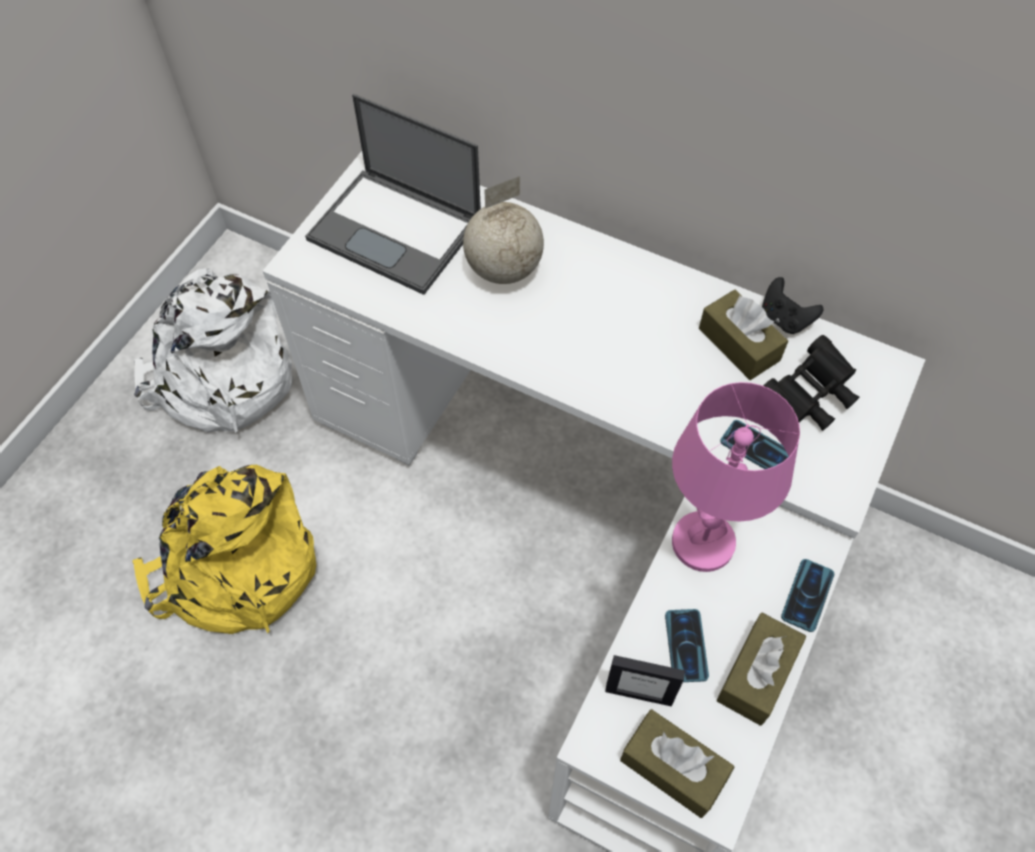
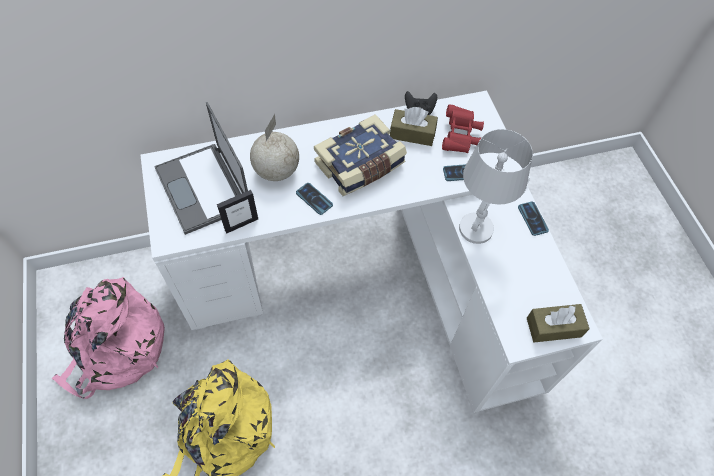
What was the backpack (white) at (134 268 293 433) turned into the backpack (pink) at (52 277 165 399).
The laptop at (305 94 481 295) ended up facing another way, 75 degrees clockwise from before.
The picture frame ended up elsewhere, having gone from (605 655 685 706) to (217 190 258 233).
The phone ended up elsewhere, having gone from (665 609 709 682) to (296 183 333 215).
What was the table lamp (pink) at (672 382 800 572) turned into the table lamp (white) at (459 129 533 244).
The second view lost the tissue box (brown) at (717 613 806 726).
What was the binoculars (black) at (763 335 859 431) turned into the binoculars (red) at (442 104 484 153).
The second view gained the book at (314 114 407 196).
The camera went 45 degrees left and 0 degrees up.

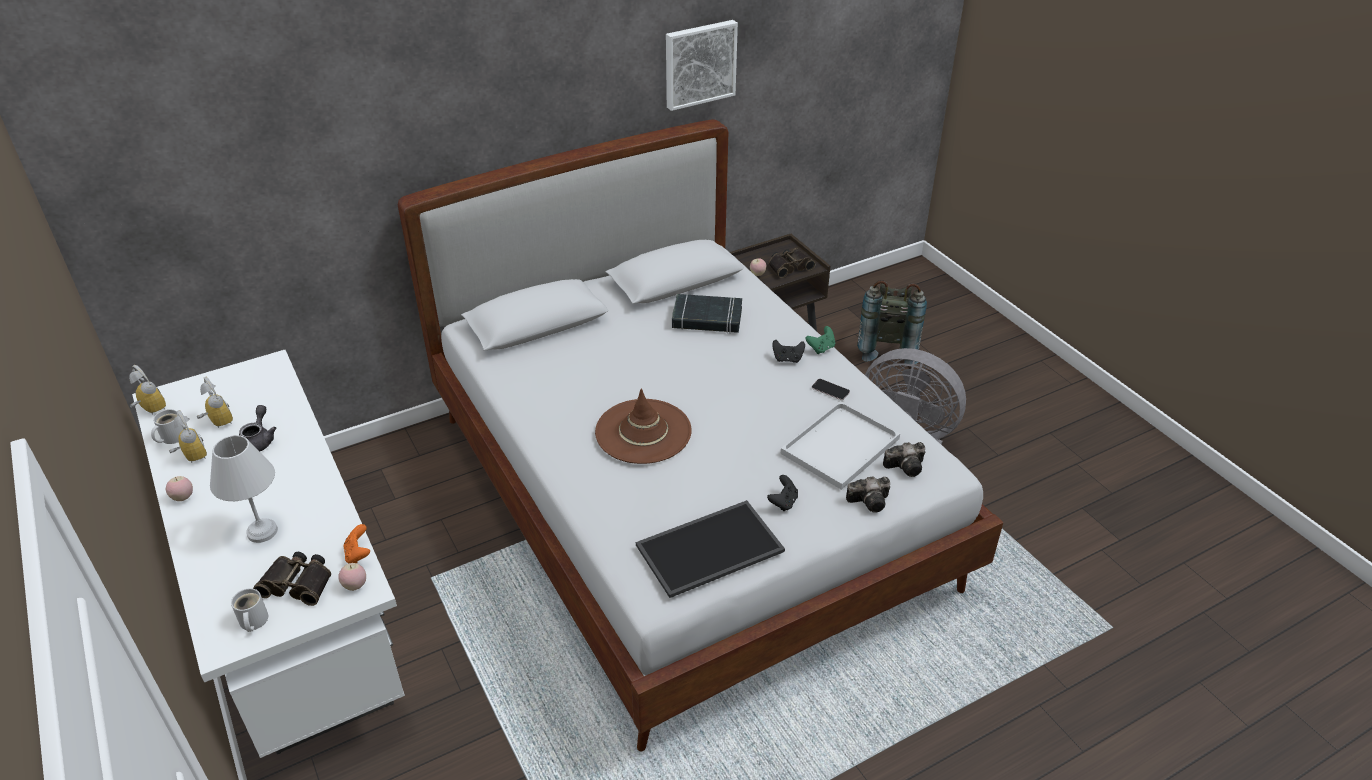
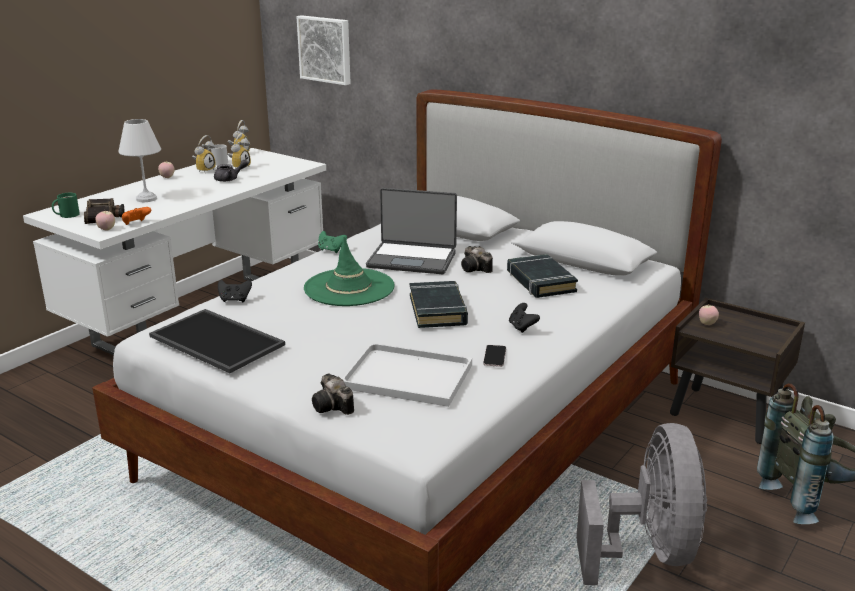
What was the mug (white) at (231 588 268 632) turned into the mug (green) at (52 193 80 218).
What was the hat (brown) at (595 389 692 464) turned into the hat (green) at (304 237 395 306).
The picture ended up elsewhere, having gone from (666 20 738 111) to (296 15 351 85).
The game controller (black) ended up elsewhere, having gone from (767 475 798 511) to (218 280 252 302).
The second view lost the binoculars at (768 248 815 278).
The game controller (green) ended up elsewhere, having gone from (805 326 835 354) to (318 231 347 253).
The photo camera ended up elsewhere, having gone from (883 442 925 477) to (461 246 493 273).
The second view gained the laptop at (366 188 457 274).
The second view gained the book (black) at (410 281 468 328).
The camera went 65 degrees right and 15 degrees down.

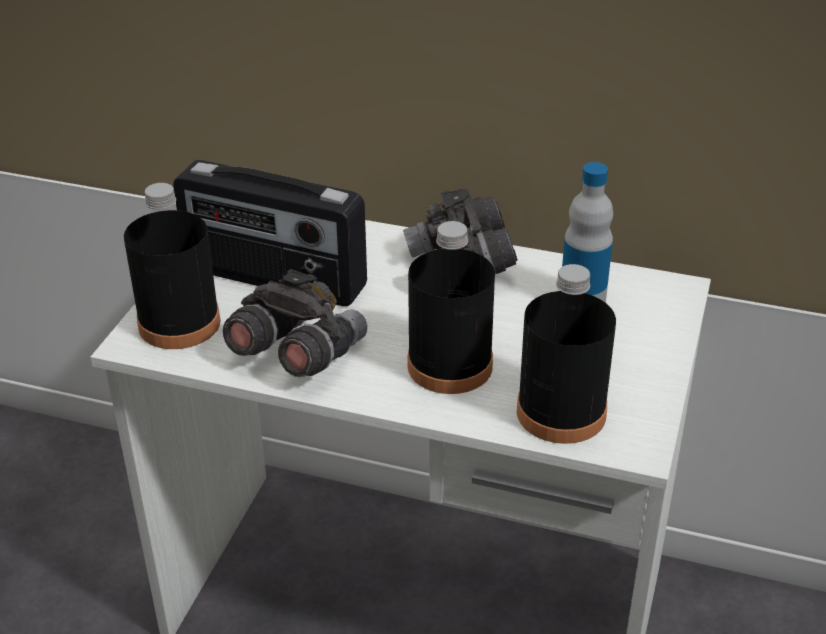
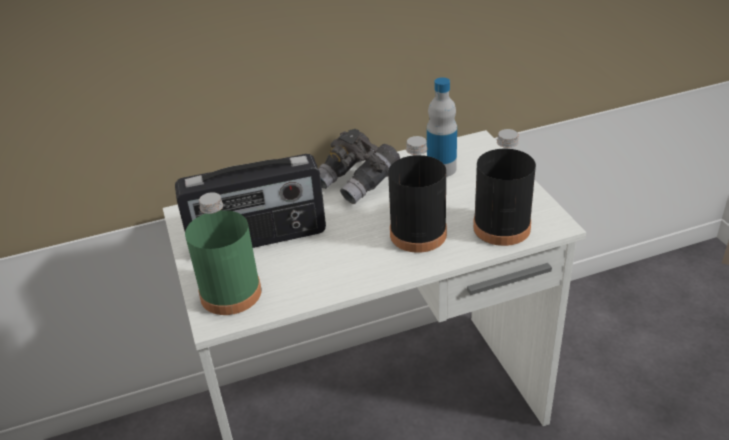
What was the bottle (black) at (124 183 221 349) turned into the bottle (green) at (185 192 261 315).
The second view lost the binoculars (grey) at (223 269 367 377).
The camera went 35 degrees left and 0 degrees up.

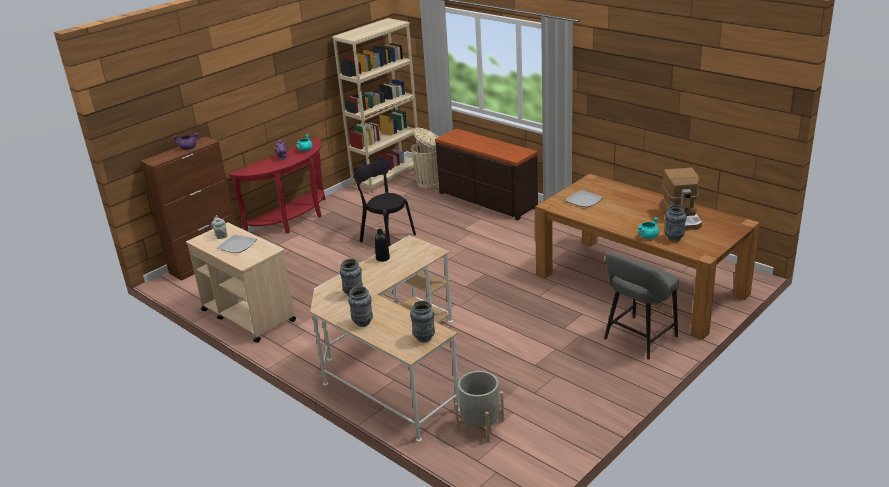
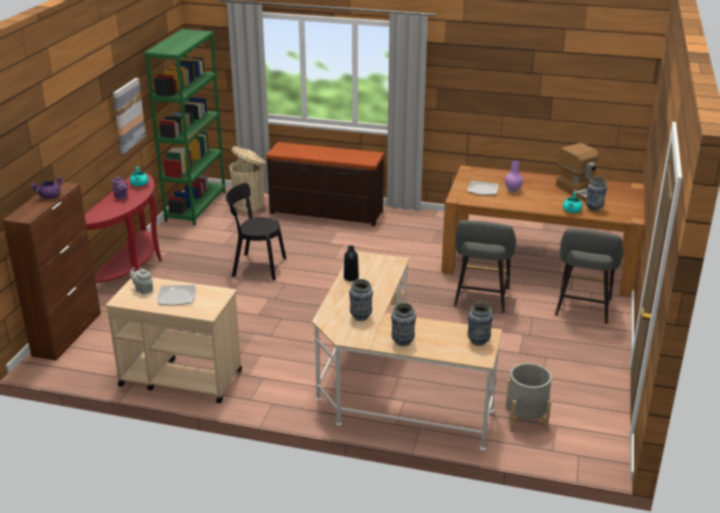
What was the bookcase (beige) at (332 18 419 193) turned into the bookcase (green) at (144 29 226 225).
The second view gained the picture at (113 78 146 154).
The second view gained the stool (grey) at (454 220 516 313).
The second view gained the vase (purple) at (505 160 523 192).
The camera went 30 degrees left and 0 degrees up.

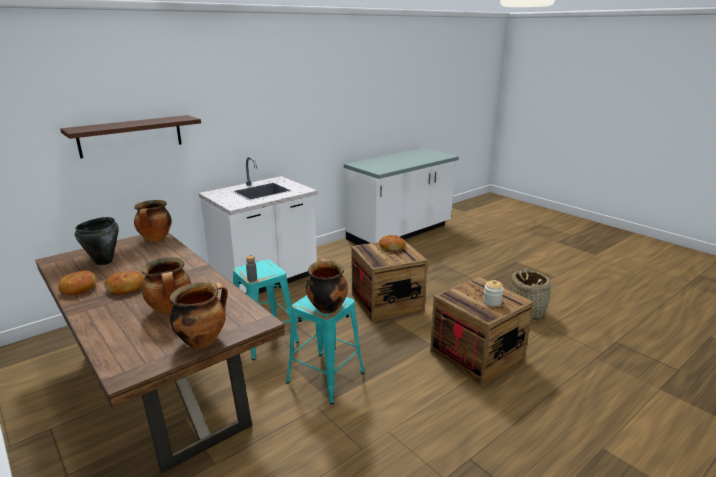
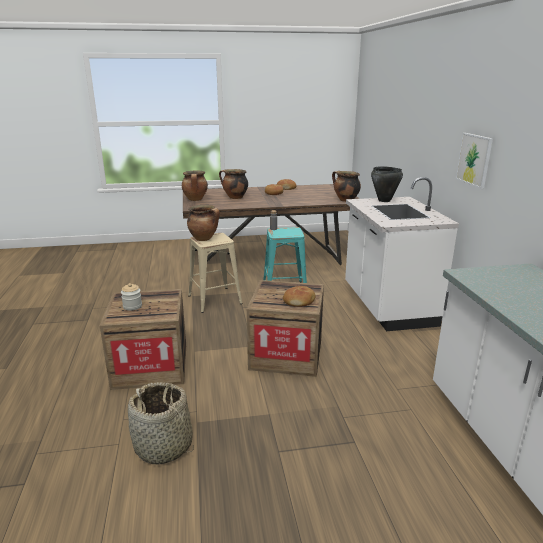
The second view lost the shelf at (60 115 201 158).
The cooking pot (black) ended up elsewhere, having gone from (75 217 119 265) to (371 166 403 202).
What was the stool (turquoise) at (286 295 364 404) turned into the stool (beige) at (188 233 243 313).
The second view gained the picture at (456 133 493 189).
The camera went 120 degrees right and 0 degrees up.

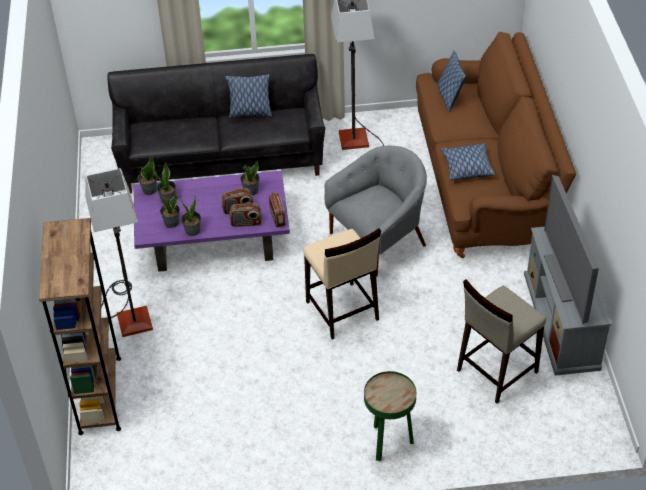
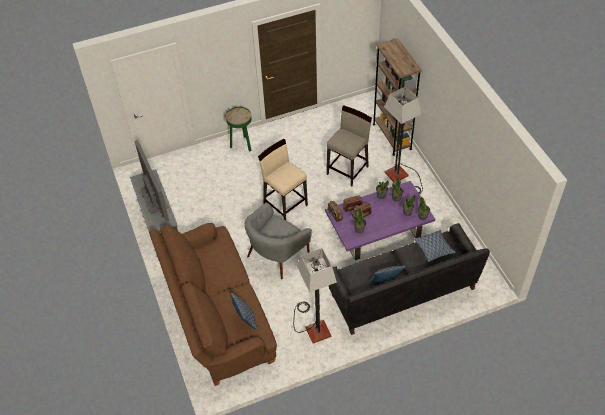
The pillow ended up elsewhere, having gone from (440 143 495 180) to (414 230 456 263).
The stool (beige) ended up elsewhere, having gone from (457 279 546 404) to (327 105 372 186).
The camera went 165 degrees right and 5 degrees up.

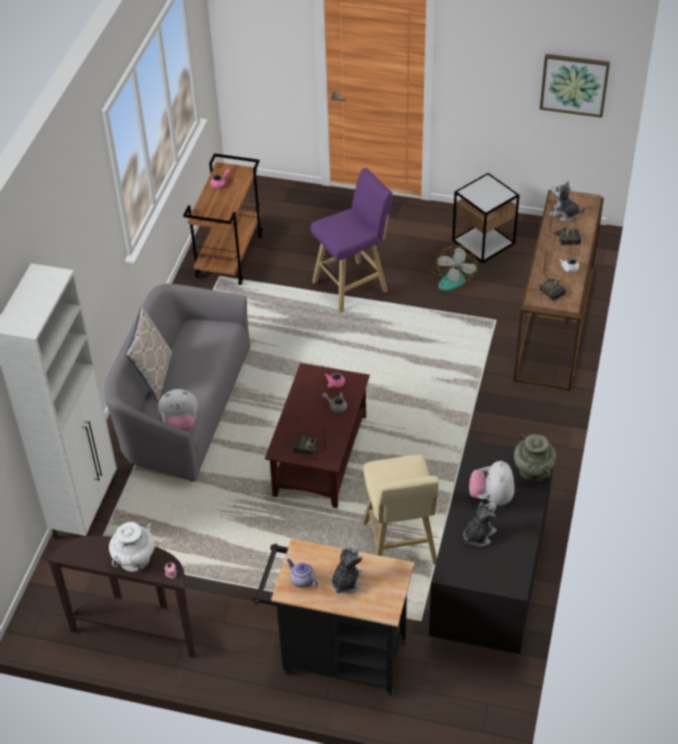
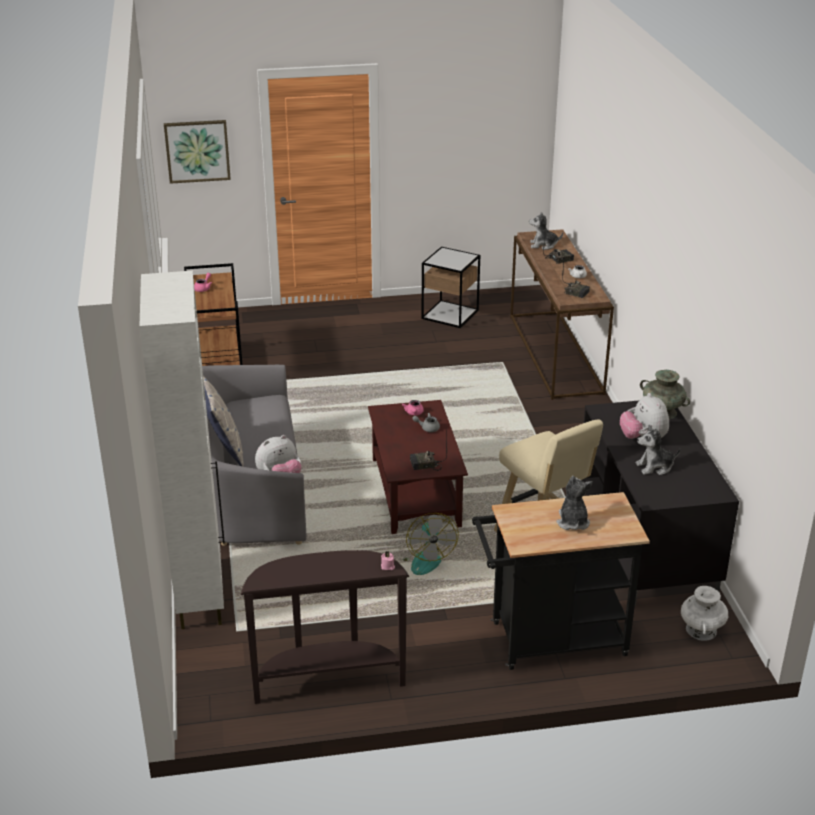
The vase (white) ended up elsewhere, having gone from (109 522 155 572) to (681 586 728 641).
The second view lost the teapot at (287 559 318 588).
The second view lost the stool (purple) at (311 168 393 313).
The fan ended up elsewhere, having gone from (431 246 478 291) to (402 513 458 575).
The plush toy at (464 502 497 547) ended up facing another way, 120 degrees counterclockwise from before.
The picture ended up elsewhere, having gone from (540 54 610 118) to (164 120 231 184).
The camera went 25 degrees left and 15 degrees down.

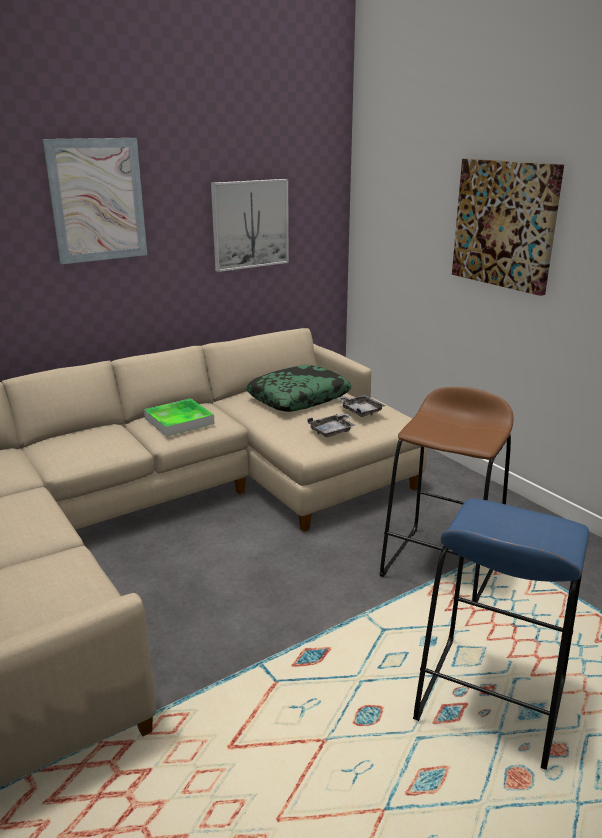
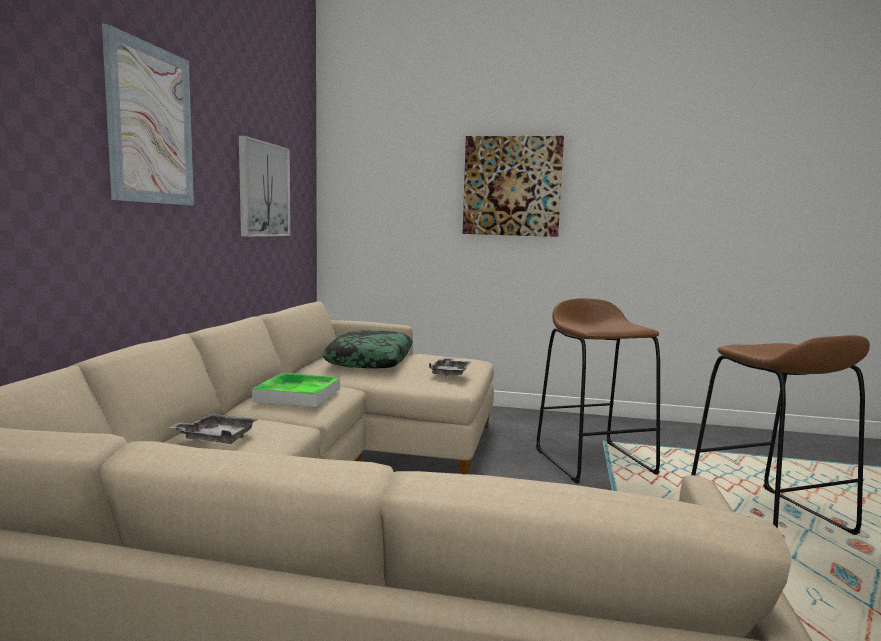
The tray (grey) ended up elsewhere, having gone from (337 395 385 417) to (168 413 258 444).
What was the stool (blue) at (413 499 589 770) turned into the stool (brown) at (691 335 870 535).
The camera went 45 degrees left and 15 degrees down.

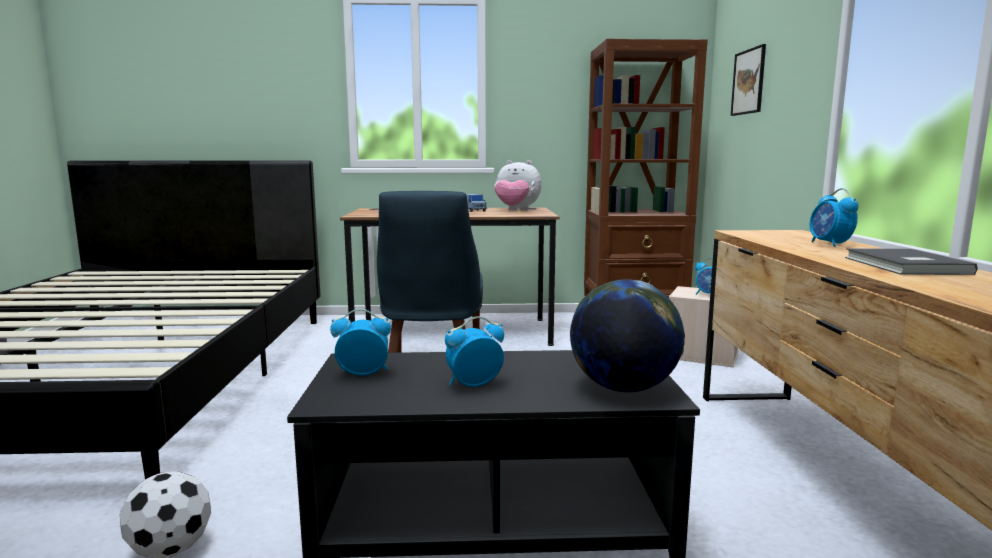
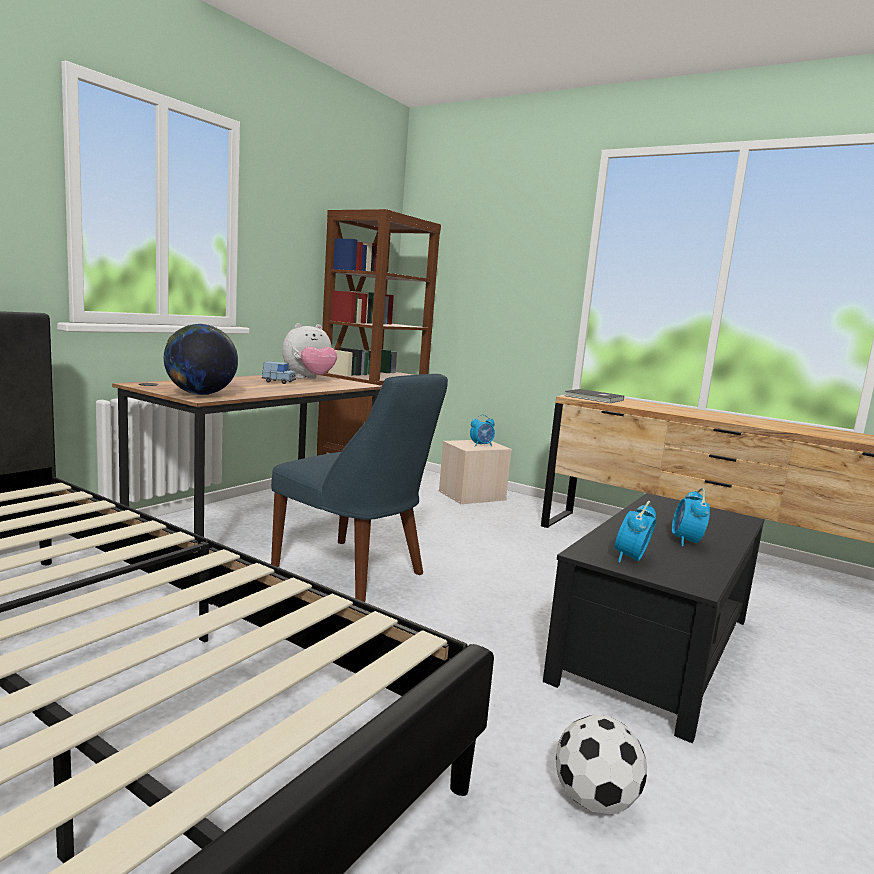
The globe ended up elsewhere, having gone from (570 279 685 392) to (164 324 238 395).
The second view lost the picture at (731 44 766 116).
The second view lost the alarm clock at (810 188 859 247).
The book (grey) ended up elsewhere, having gone from (845 248 978 275) to (565 389 624 403).
The camera went 55 degrees left and 0 degrees up.

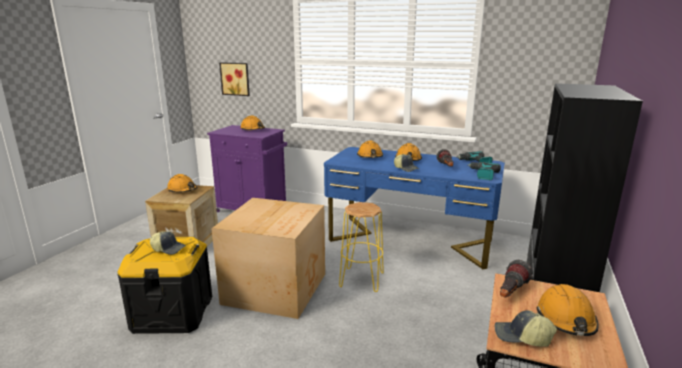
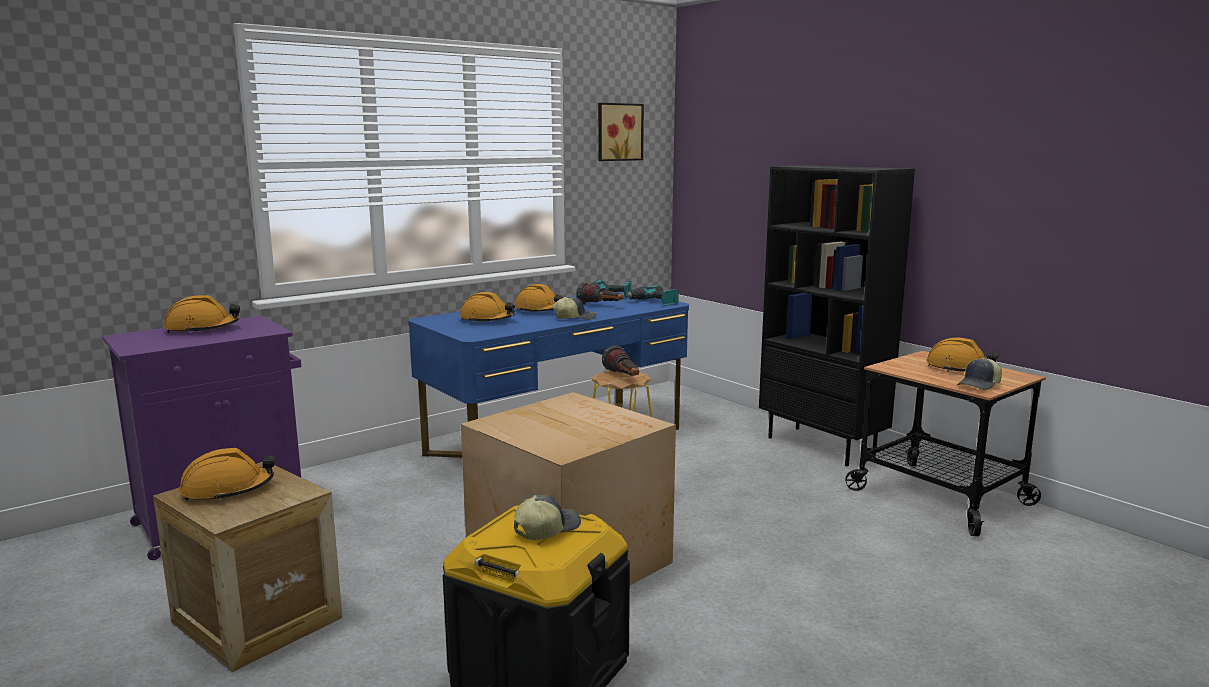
The picture ended up elsewhere, having gone from (219 62 250 96) to (598 103 644 161).
The flashlight ended up elsewhere, having gone from (500 260 533 298) to (602 346 639 376).
The camera went 60 degrees left and 5 degrees down.

